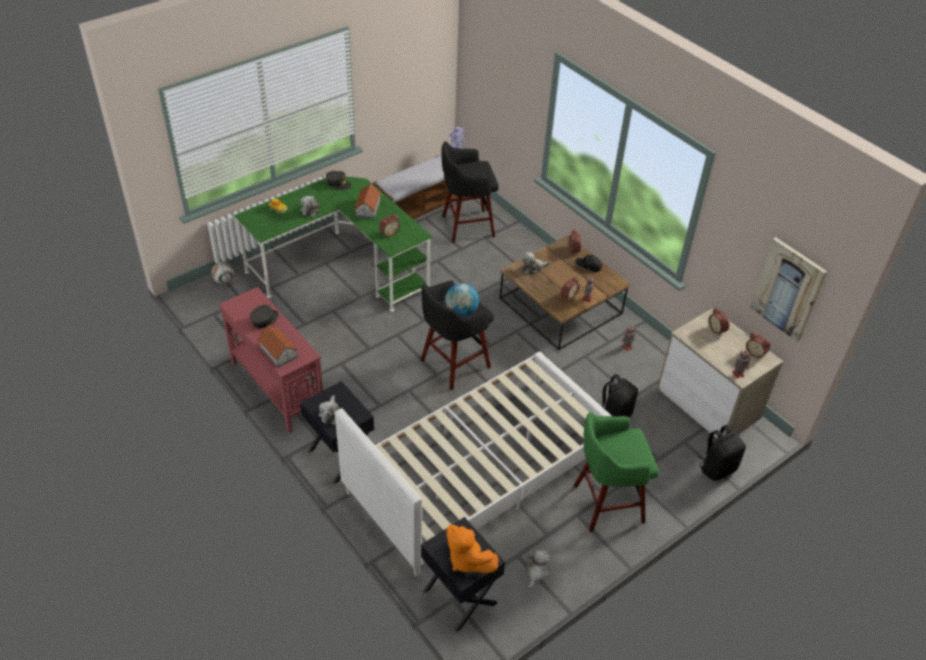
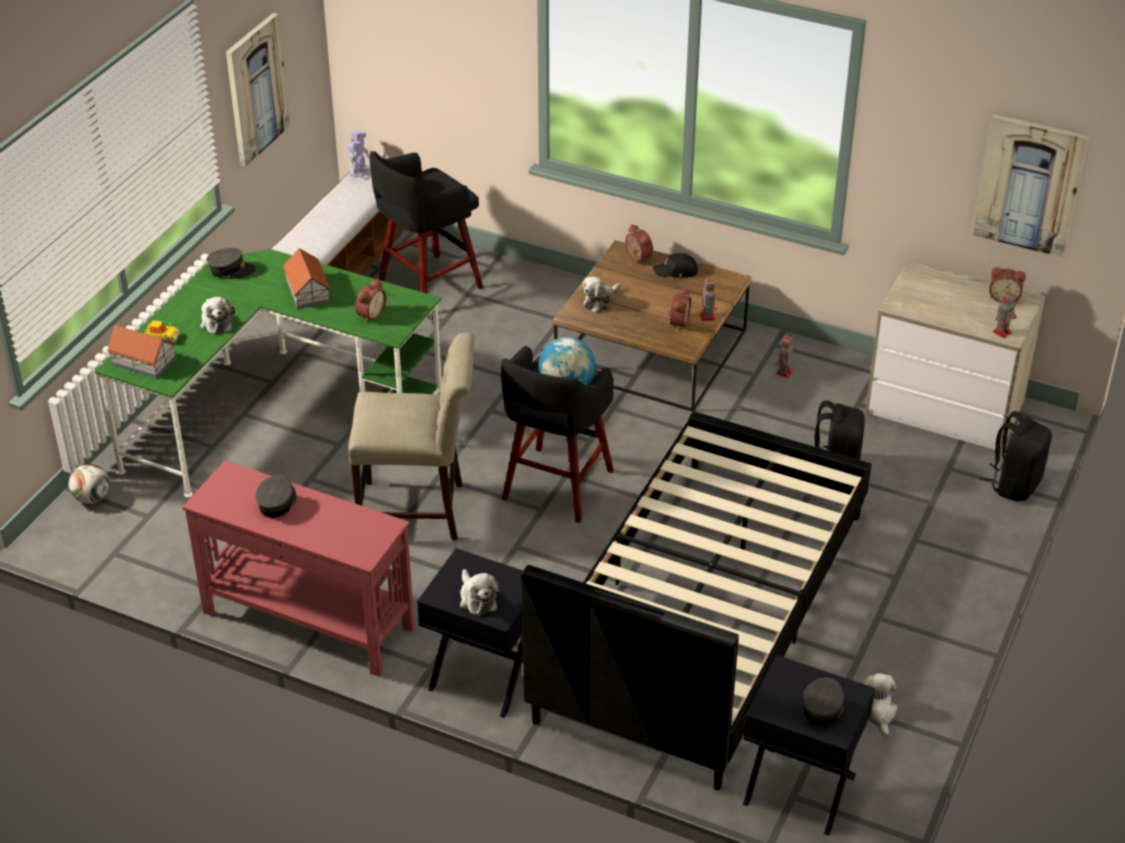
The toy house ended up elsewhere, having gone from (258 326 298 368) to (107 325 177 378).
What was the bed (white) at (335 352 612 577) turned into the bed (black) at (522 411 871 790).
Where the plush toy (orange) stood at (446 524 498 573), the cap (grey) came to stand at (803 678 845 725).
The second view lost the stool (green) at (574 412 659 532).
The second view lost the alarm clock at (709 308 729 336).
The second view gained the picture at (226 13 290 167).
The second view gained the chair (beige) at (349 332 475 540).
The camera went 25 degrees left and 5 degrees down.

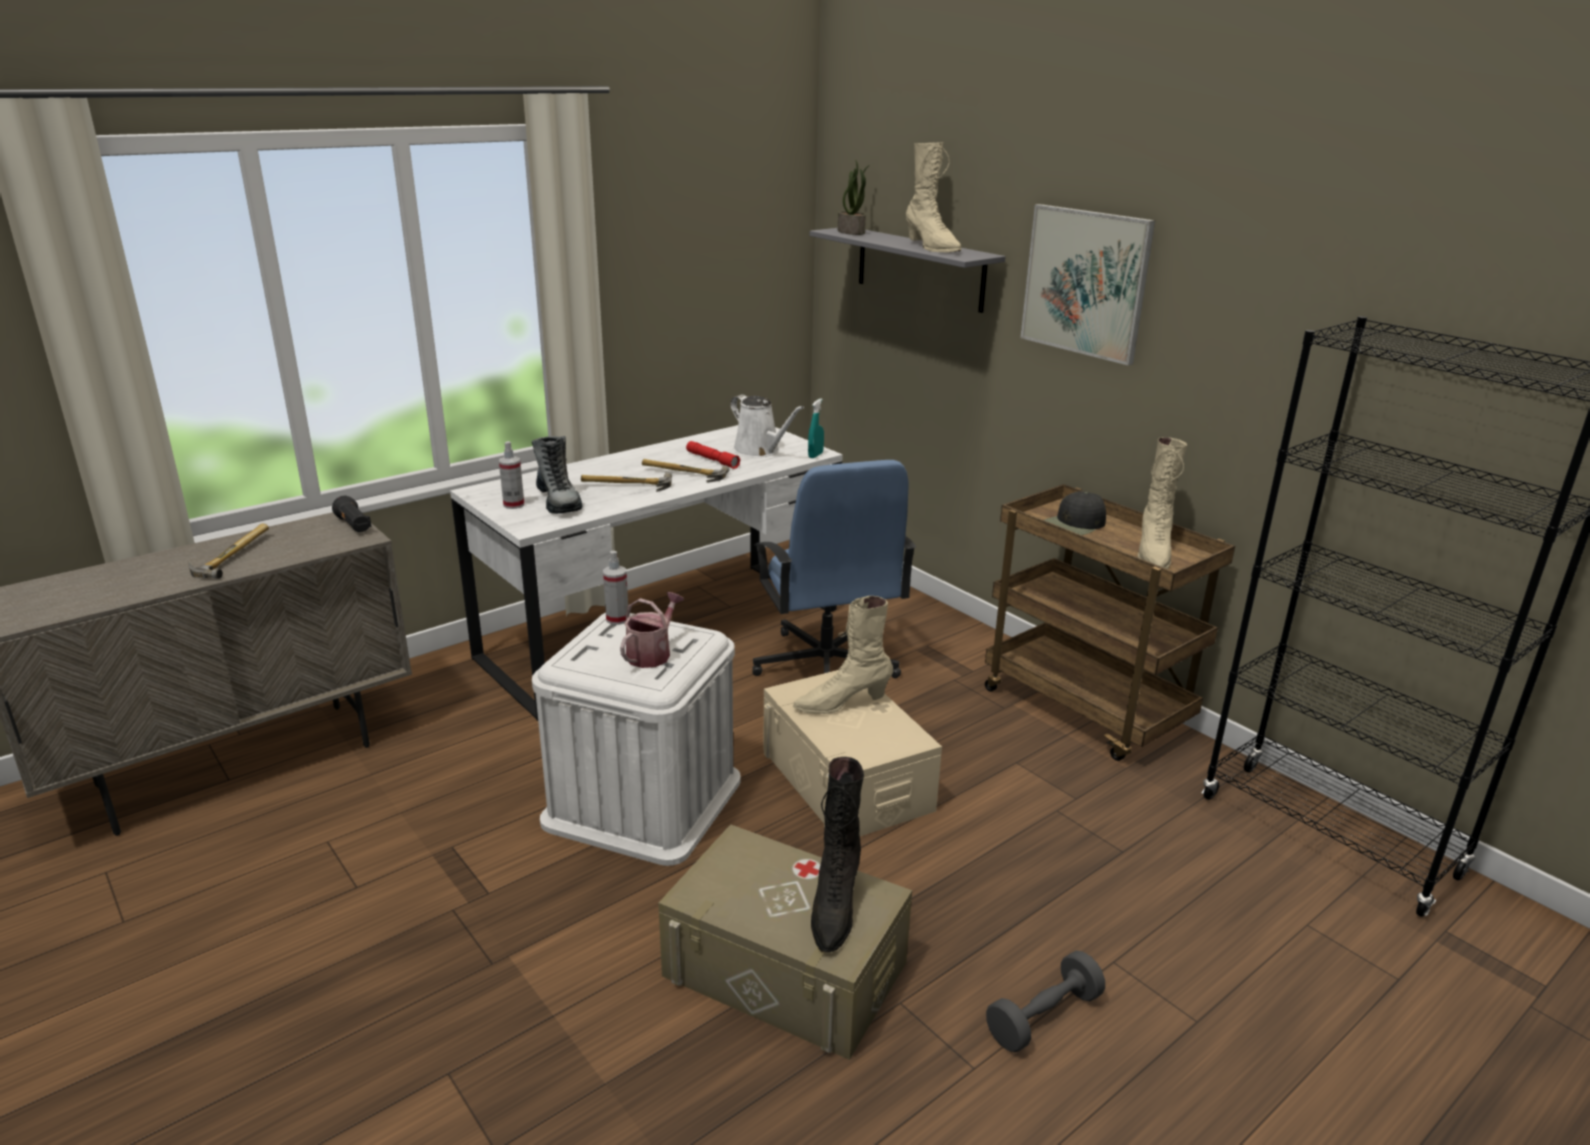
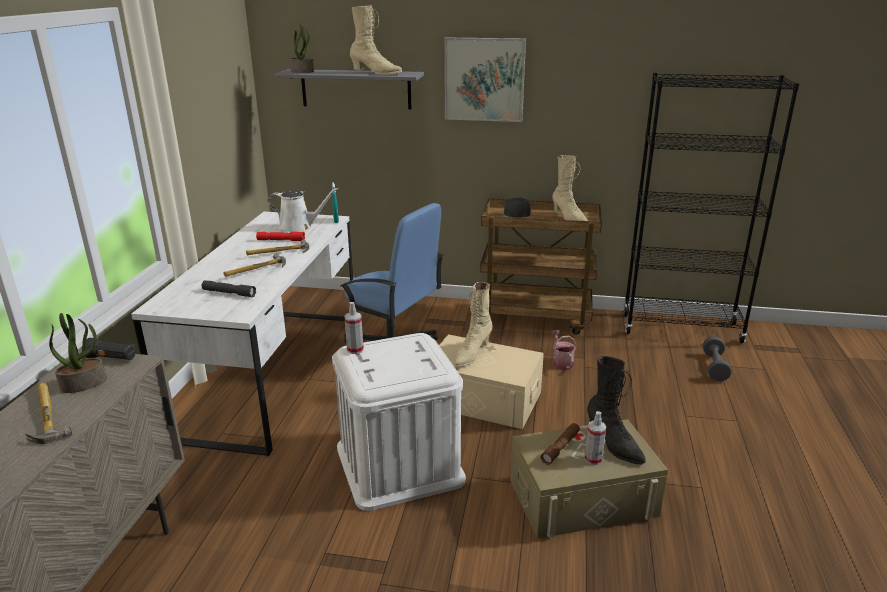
The spray bottle ended up elsewhere, having gone from (499 441 524 509) to (584 411 606 465).
Where the boot stood at (532 436 582 514), the flashlight (grey) came to stand at (202 280 256 298).
The watering can ended up elsewhere, having gone from (620 592 684 668) to (551 330 576 370).
The dumbbell (grey) ended up elsewhere, having gone from (986 951 1105 1052) to (703 337 732 381).
The second view gained the potted plant at (49 313 107 393).
The second view gained the flashlight (brown) at (541 423 580 465).
The camera went 40 degrees left and 0 degrees up.

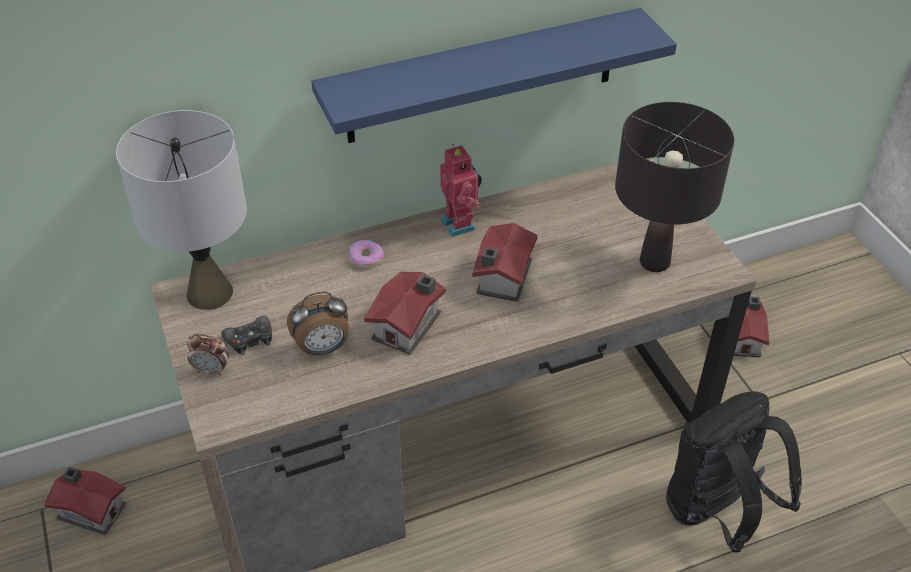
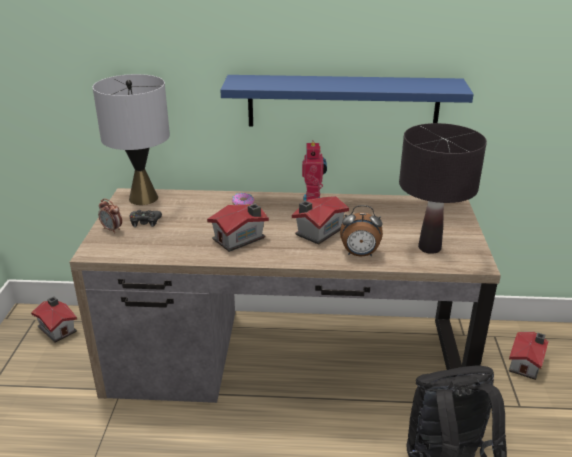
The alarm clock ended up elsewhere, having gone from (287 291 349 355) to (340 205 383 256).
The camera went 25 degrees right and 15 degrees down.

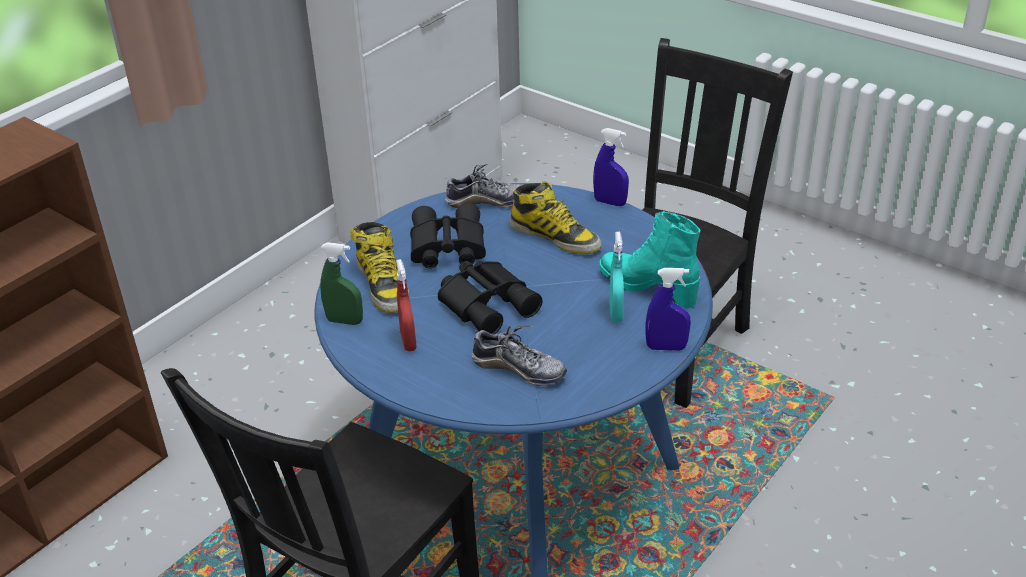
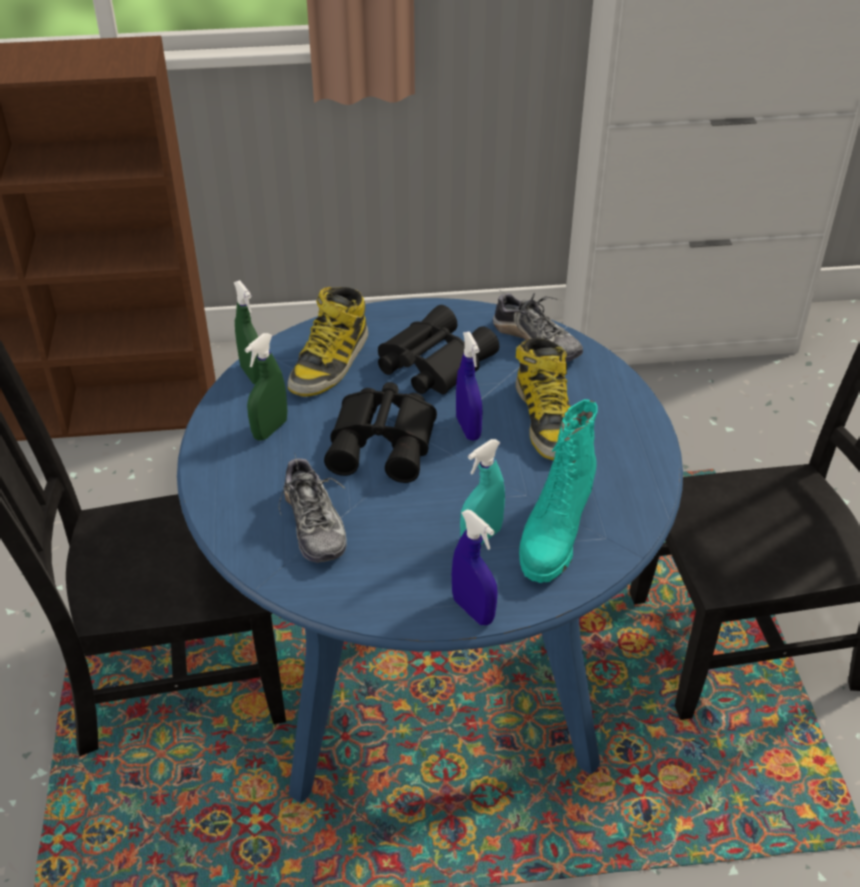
What was the spray bottle (red) at (396 259 417 351) turned into the spray bottle (green) at (245 333 287 441).
The spray bottle (blue) ended up elsewhere, having gone from (593 128 629 206) to (456 331 483 441).
The boot (turquoise) at (599 211 701 309) ended up facing another way, 150 degrees counterclockwise from before.
The camera went 45 degrees right and 5 degrees up.

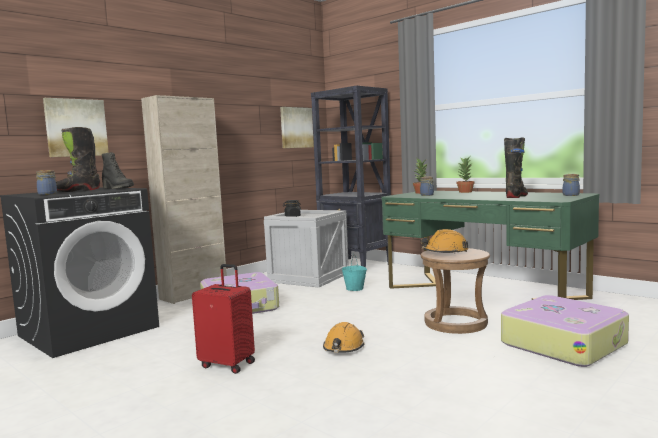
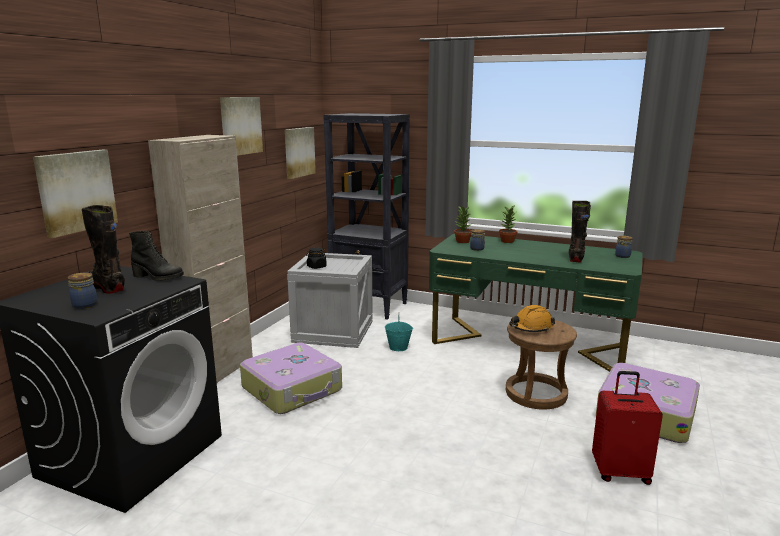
The boot (black) at (56 127 100 192) ended up facing another way, 90 degrees clockwise from before.
The suitcase (red) ended up elsewhere, having gone from (192 264 255 374) to (592 371 663 485).
The second view lost the hard hat (orange) at (323 322 365 352).
The second view gained the picture at (220 97 263 156).
The camera went 20 degrees left and 10 degrees up.

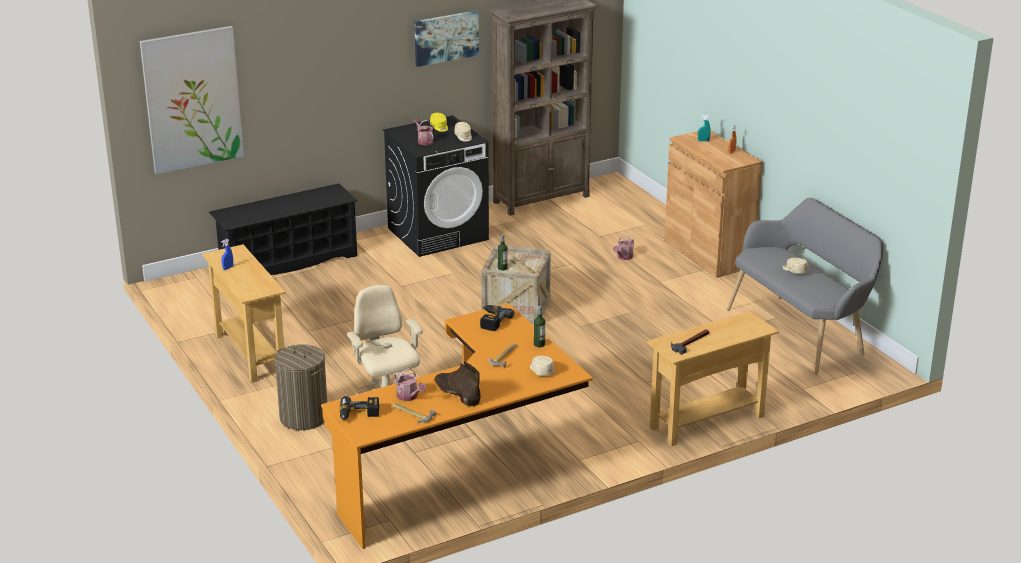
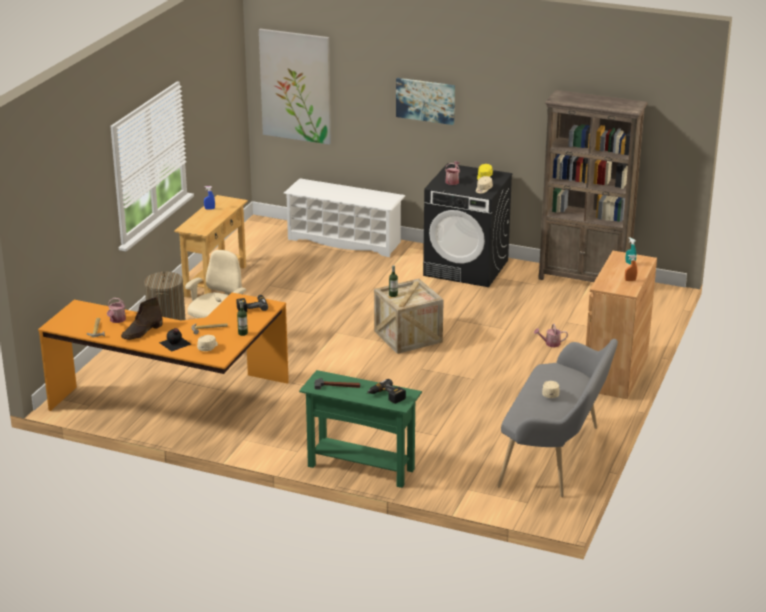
What was the shoe rack (black) at (209 183 358 275) turned into the shoe rack (white) at (284 178 405 257).
The power drill ended up elsewhere, having gone from (340 396 379 421) to (367 379 406 404).
The picture ended up elsewhere, having gone from (414 10 479 67) to (396 78 455 125).
The boot (brown) at (435 362 481 407) ended up facing another way, 150 degrees counterclockwise from before.
What was the console table (beige) at (647 311 779 447) turned into the console table (green) at (299 370 422 488).
The second view gained the bottle (black) at (159 328 191 352).
The camera went 50 degrees right and 0 degrees up.

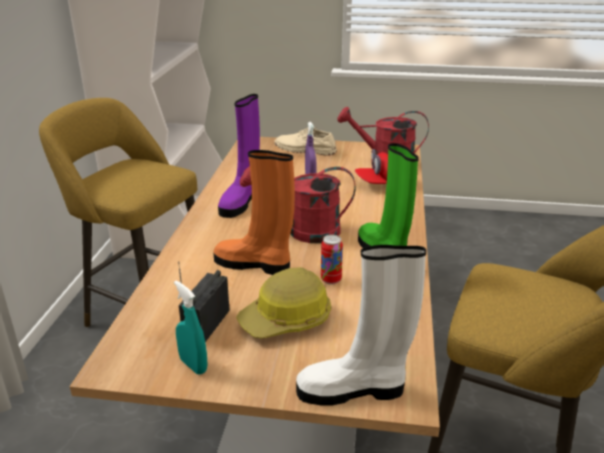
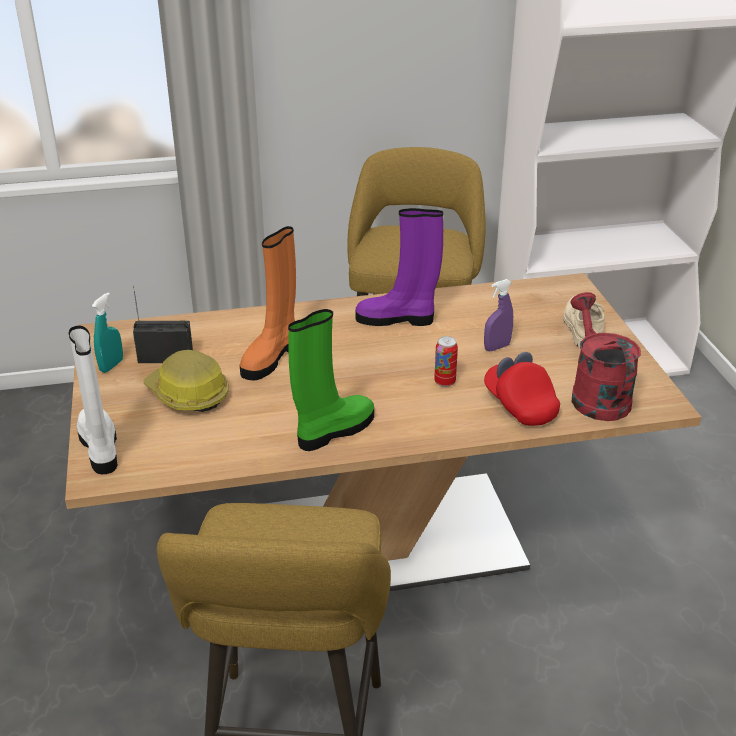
The boot (orange) at (213 150 295 275) ended up facing another way, 150 degrees counterclockwise from before.
The second view lost the watering can (red) at (240 166 355 243).
The can ended up elsewhere, having gone from (321 234 343 284) to (434 336 458 387).
The camera went 70 degrees right and 5 degrees up.

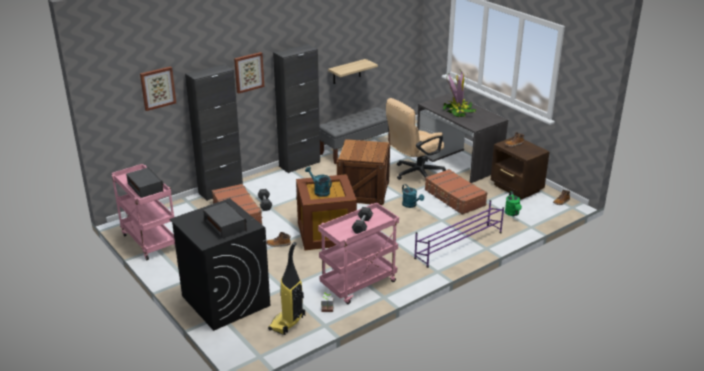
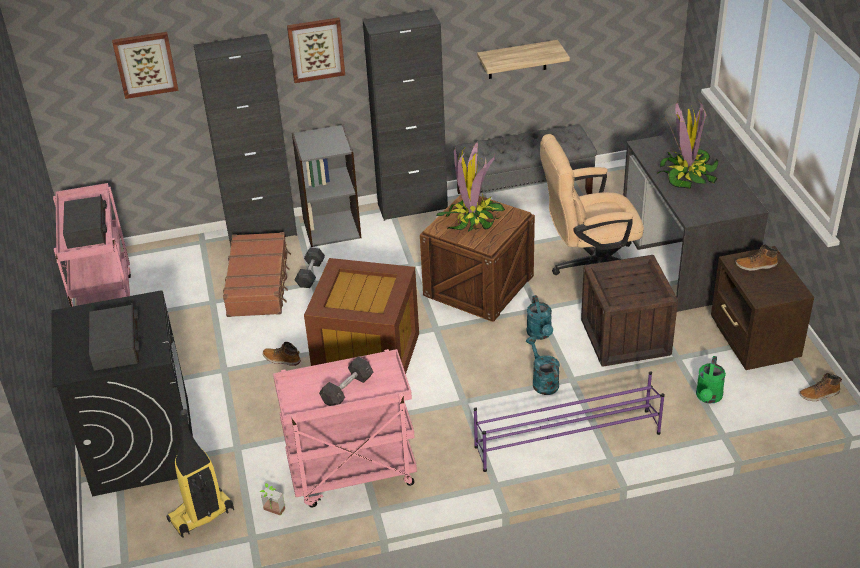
The watering can (turquoise) ended up elsewhere, having gone from (305 167 332 197) to (526 336 560 395).
Where the suitcase (brown) stood at (425 169 488 215), the crate came to stand at (581 255 678 367).
The second view gained the bookcase (grey) at (292 125 361 247).
The second view gained the potted plant at (436 141 505 232).
The camera went 25 degrees right and 10 degrees up.

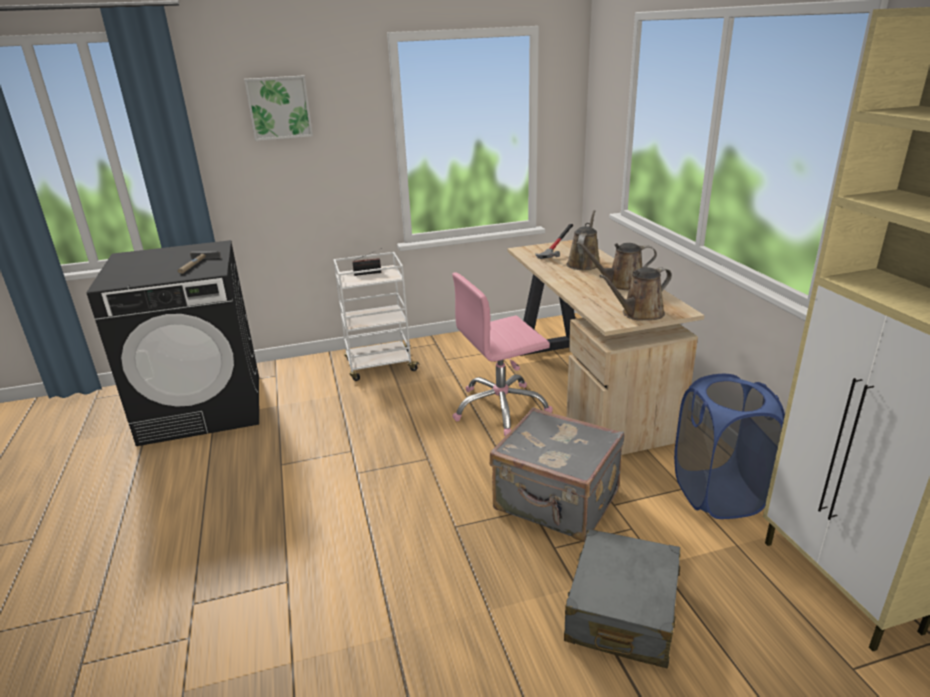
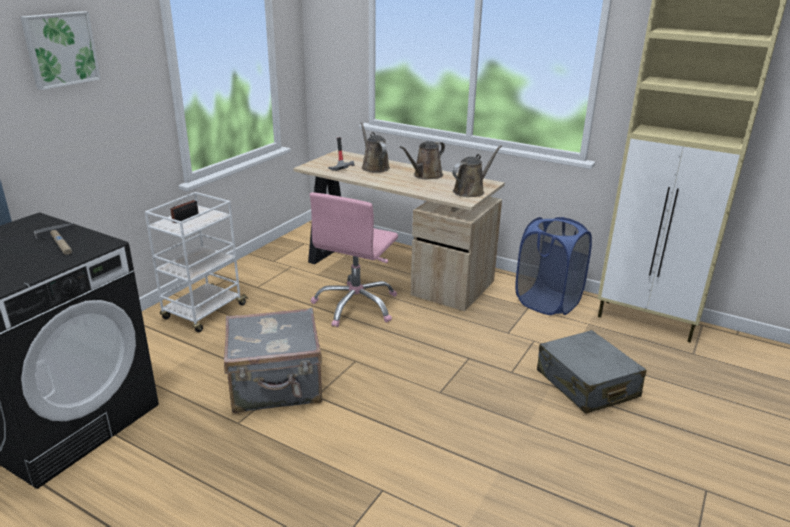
The suitcase (grey) ended up elsewhere, having gone from (490 407 624 542) to (224 308 322 413).
The watering can (brown) at (599 267 672 321) ended up facing another way, 150 degrees counterclockwise from before.
The camera went 45 degrees left and 0 degrees up.

